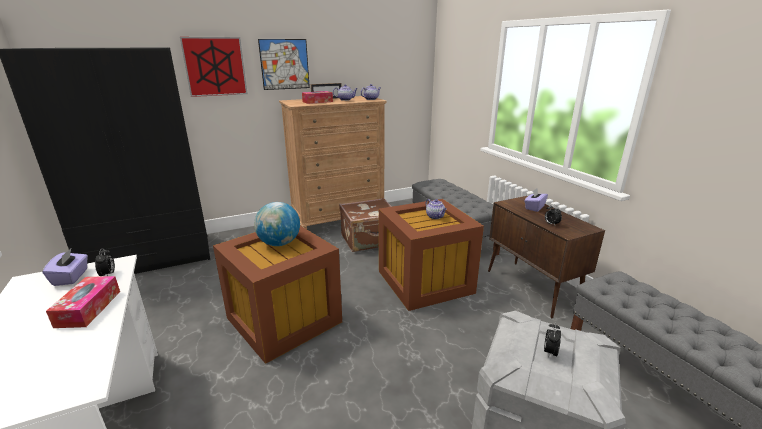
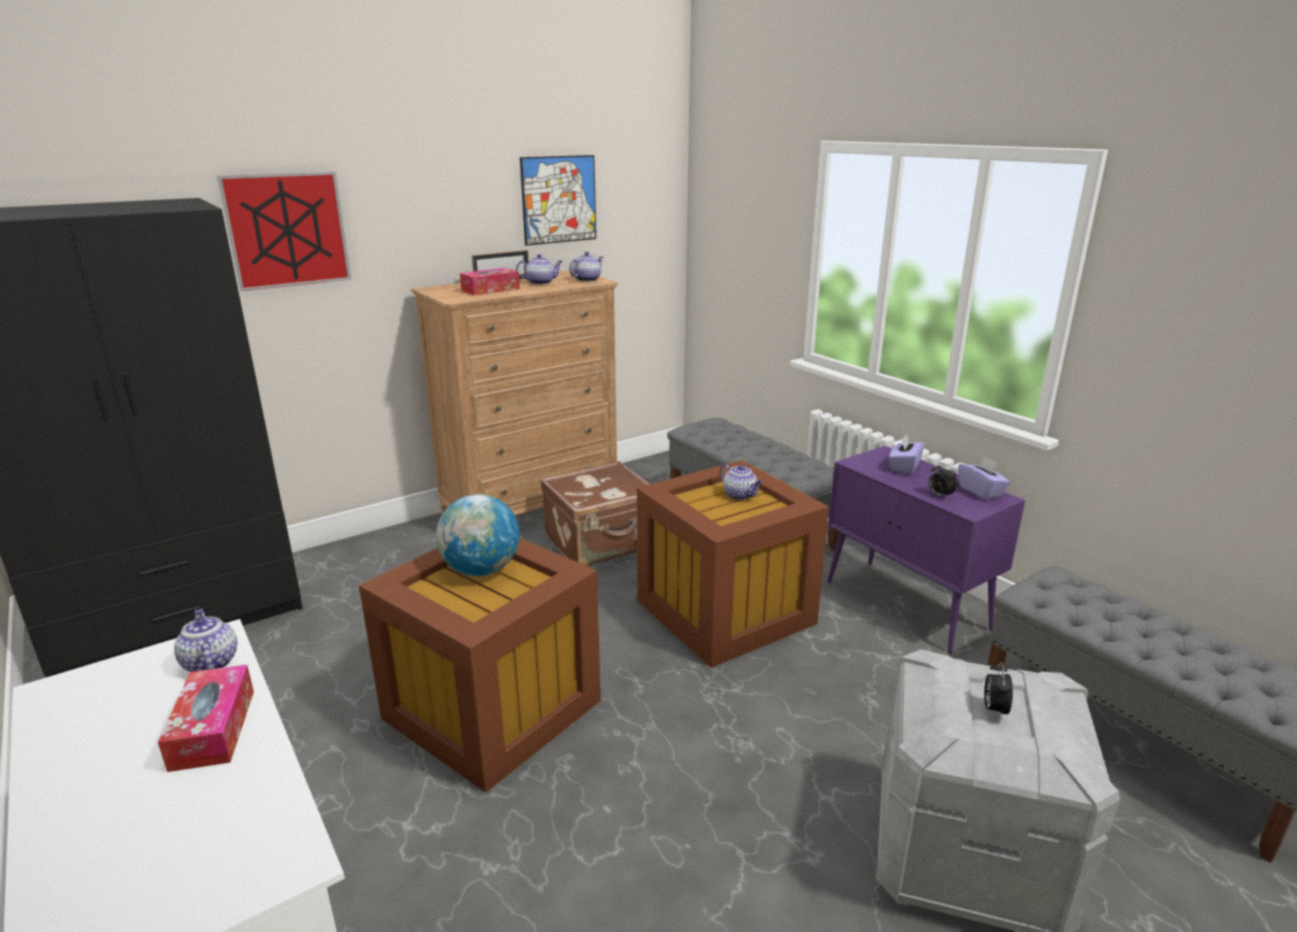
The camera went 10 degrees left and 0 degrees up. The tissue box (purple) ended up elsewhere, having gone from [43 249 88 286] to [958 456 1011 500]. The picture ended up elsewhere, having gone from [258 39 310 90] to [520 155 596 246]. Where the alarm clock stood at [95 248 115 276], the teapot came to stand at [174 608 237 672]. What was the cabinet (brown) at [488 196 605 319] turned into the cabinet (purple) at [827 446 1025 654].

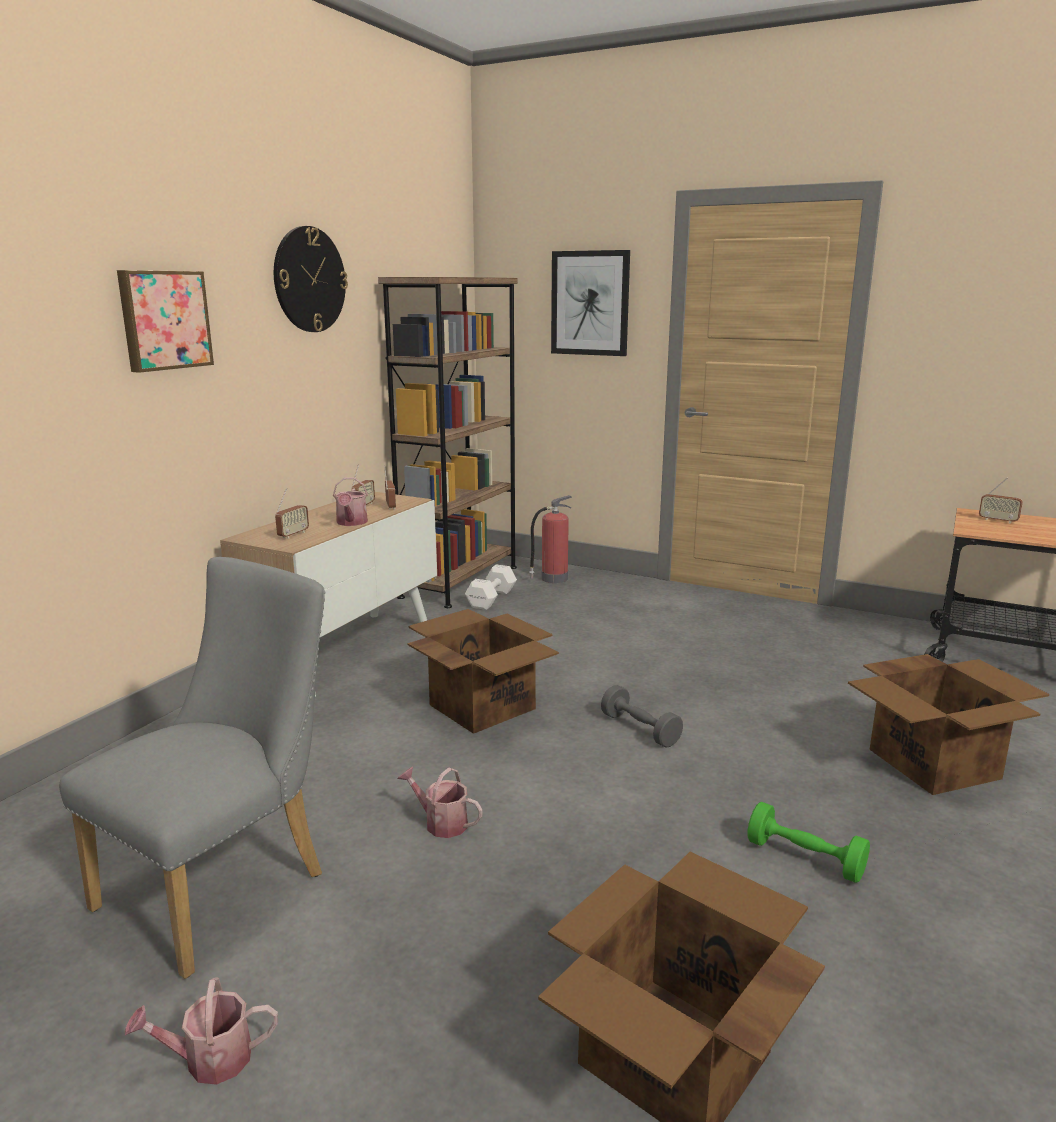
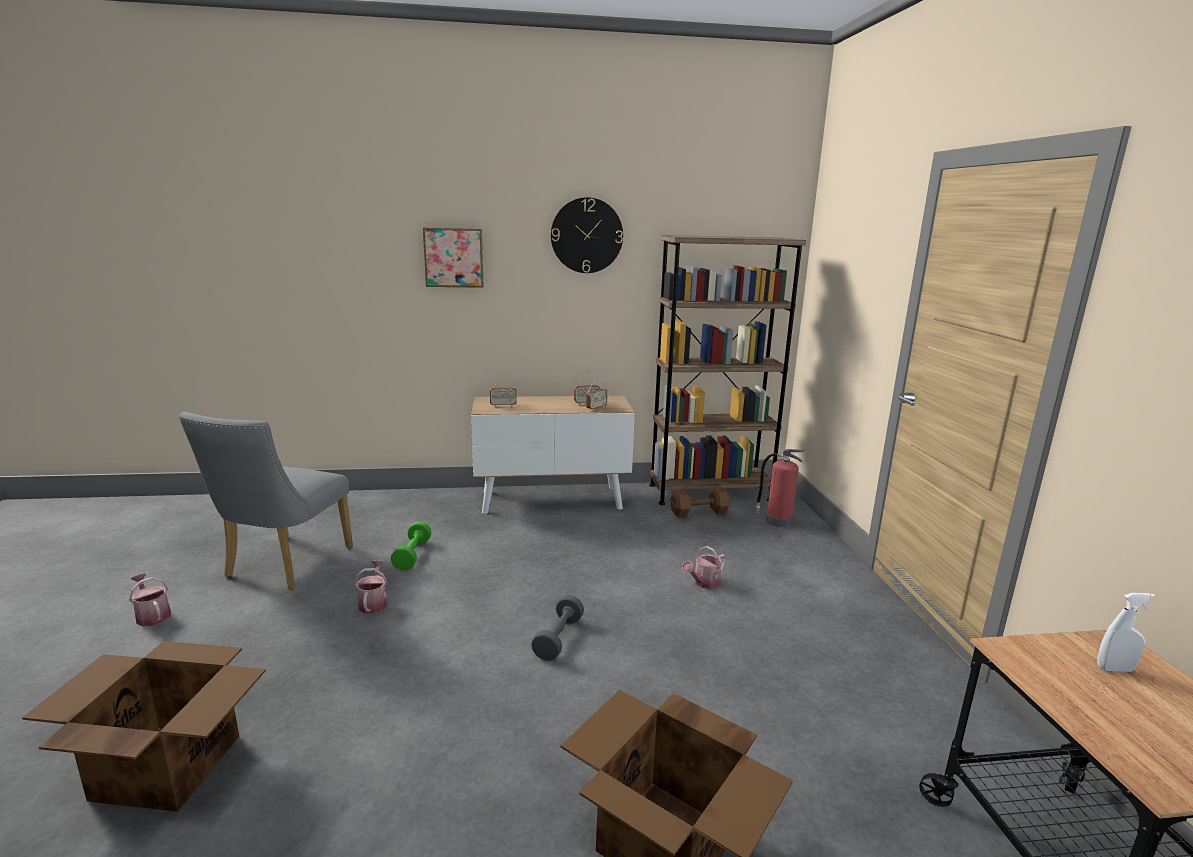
The camera went 55 degrees right and 0 degrees up. The second view lost the cardboard box at [407 609 559 734]. The second view lost the picture at [551 250 630 356]. The watering can ended up elsewhere, having gone from [333 477 368 526] to [682 546 726 589]. The dumbbell (green) ended up elsewhere, having gone from [747 802 870 883] to [391 521 432 570]. Where the radio stood at [979 478 1023 524], the spray bottle (white) came to stand at [1097 593 1155 672]. What was the dumbbell (white) at [465 565 517 610] turned into the dumbbell (brown) at [670 487 730 517]. The chair (grey) at [59 557 325 979] ended up facing another way, 105 degrees clockwise from before.

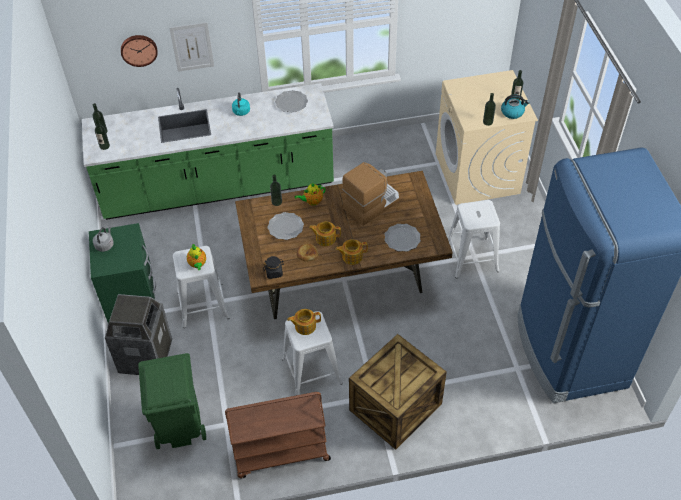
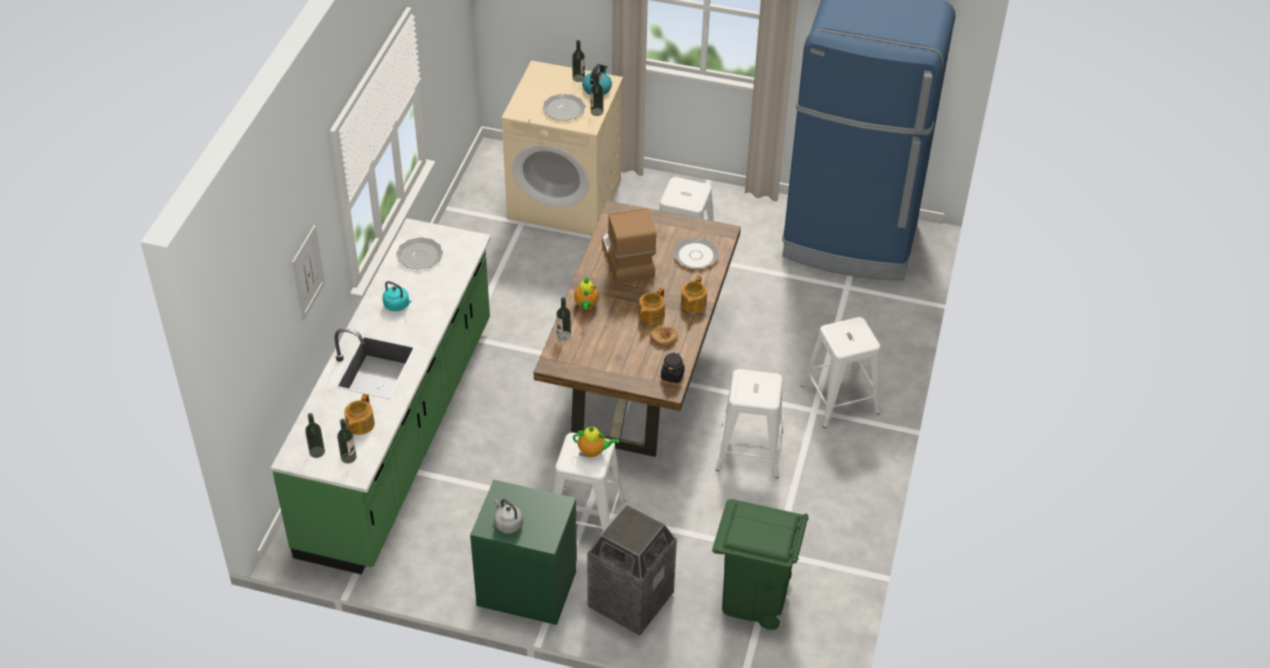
The camera went 65 degrees left and 5 degrees down. The second view lost the wall clock at [121 35 158 67]. The second view lost the cart (brown) at [225 392 331 478]. The plate ended up elsewhere, having gone from [268 212 304 240] to [542 94 585 121]. The teapot ended up elsewhere, having gone from [287 309 321 335] to [344 393 375 435]. Where the crate stood at [349 334 447 450], the stool (white) came to stand at [801 317 880 428].

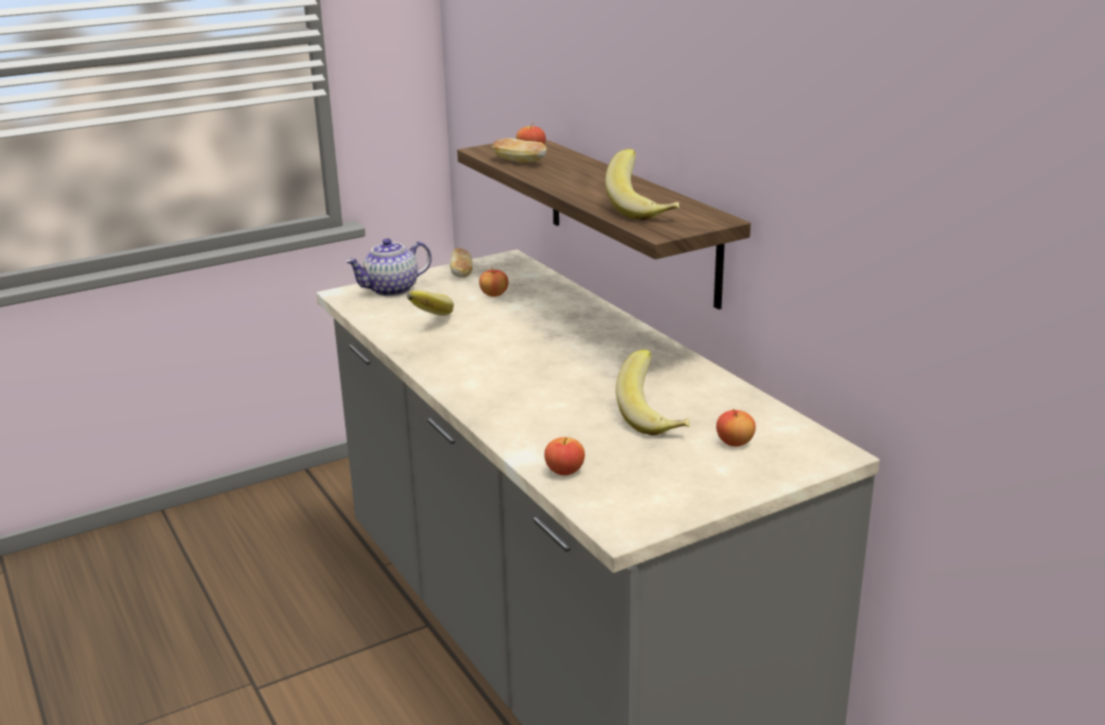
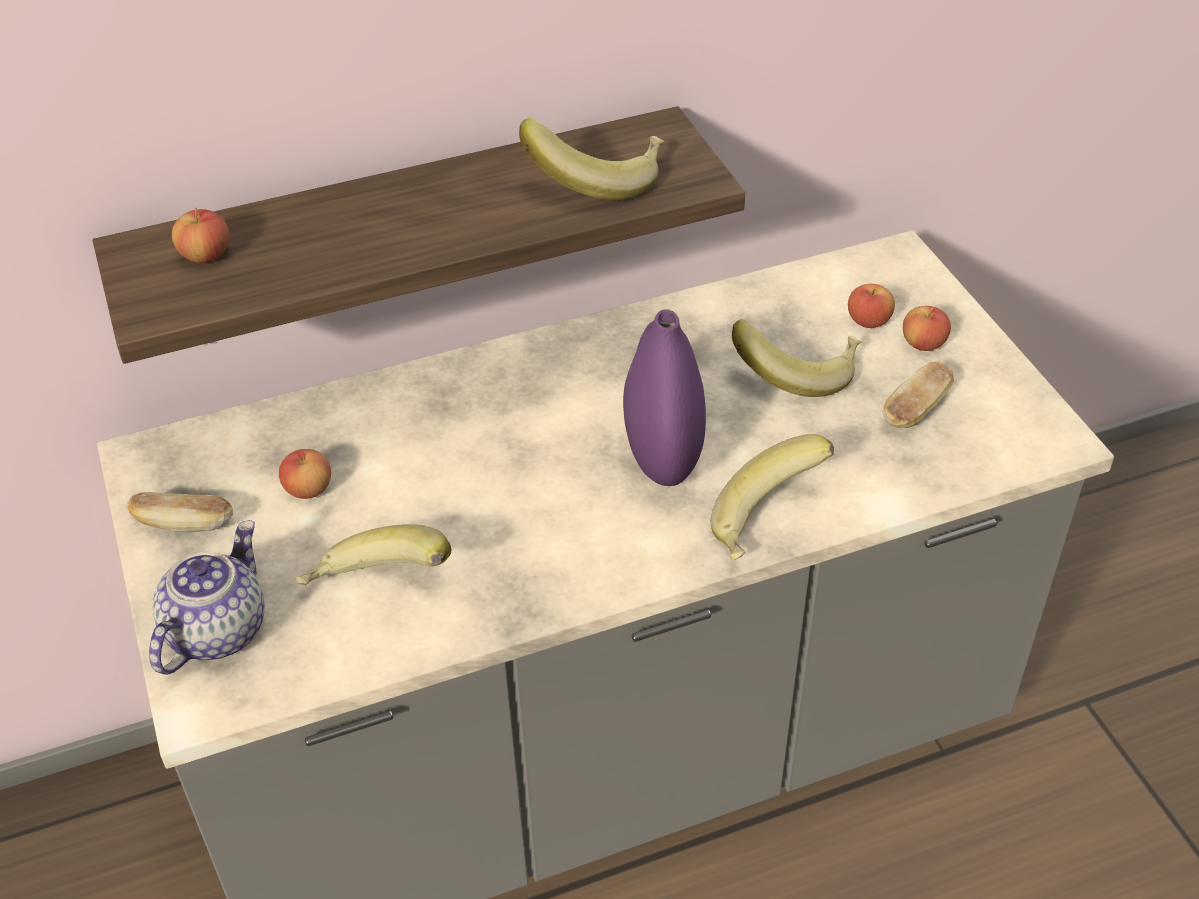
The camera went 80 degrees left and 20 degrees up. The second view gained the vase (purple) at [623 309 706 486]. The second view gained the banana at [711 434 834 560]. The bread ended up elsewhere, having gone from [492 138 546 163] to [882 362 954 428]. The apple ended up elsewhere, having gone from [544 437 585 475] to [903 306 951 351]. The teapot at [345 238 432 296] ended up facing another way, 135 degrees counterclockwise from before.

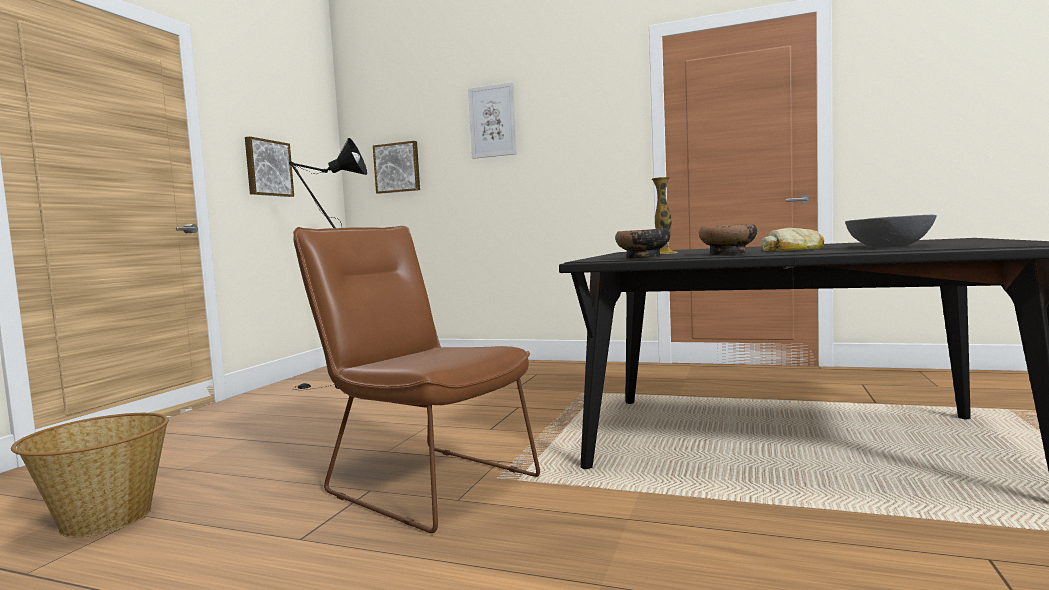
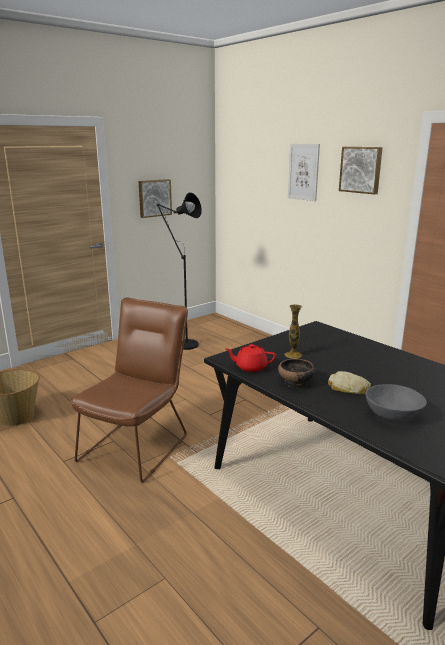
The camera went 30 degrees right and 15 degrees up. The picture ended up elsewhere, having gone from [373 141 420 194] to [339 147 383 194]. Where the bowl stood at [615 228 670 259], the teapot (red) came to stand at [225 344 276 372]. The chair (brown) at [293 226 540 533] ended up facing another way, 45 degrees clockwise from before.

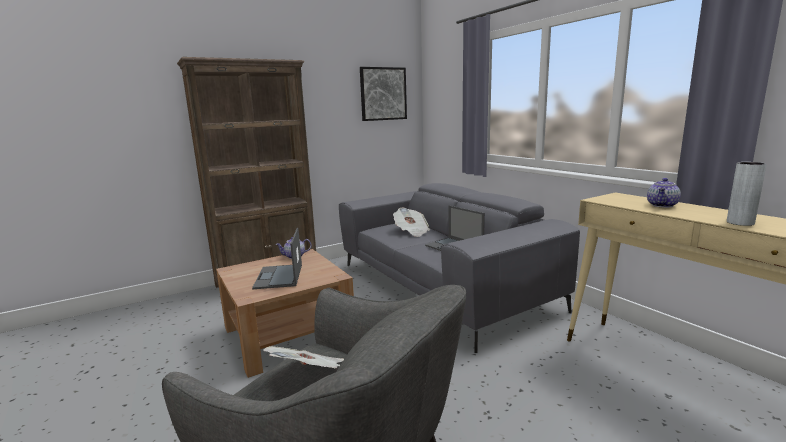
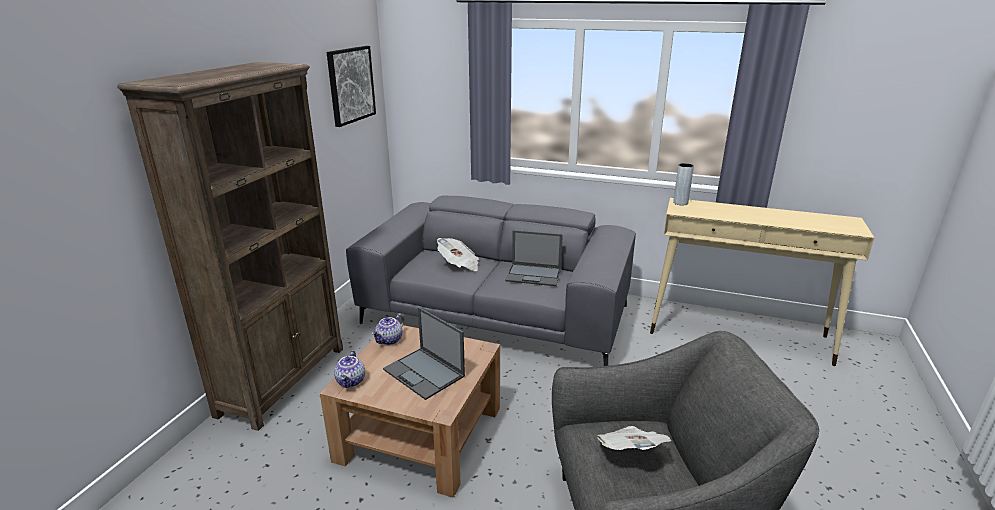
The camera went 40 degrees left and 10 degrees up. The teapot ended up elsewhere, having gone from [647 178 681 208] to [334 350 365 388]. The vase (grey) ended up elsewhere, having gone from [727 162 767 226] to [673 163 694 206].

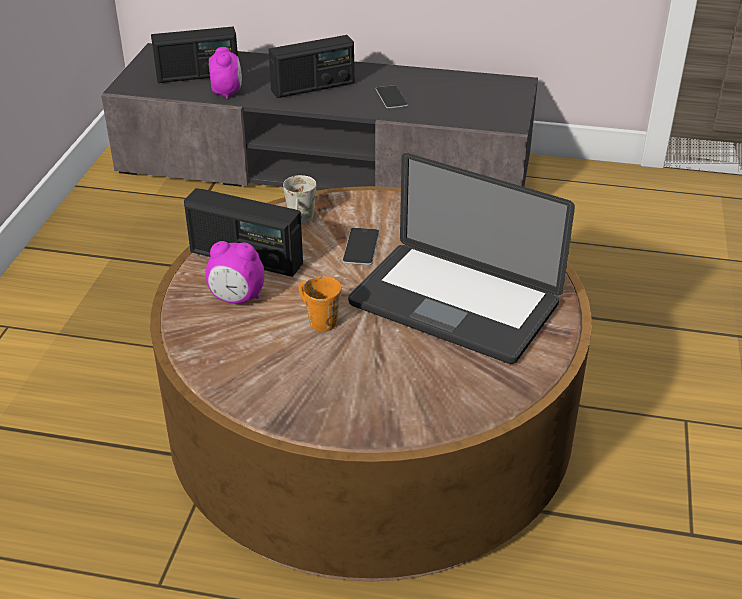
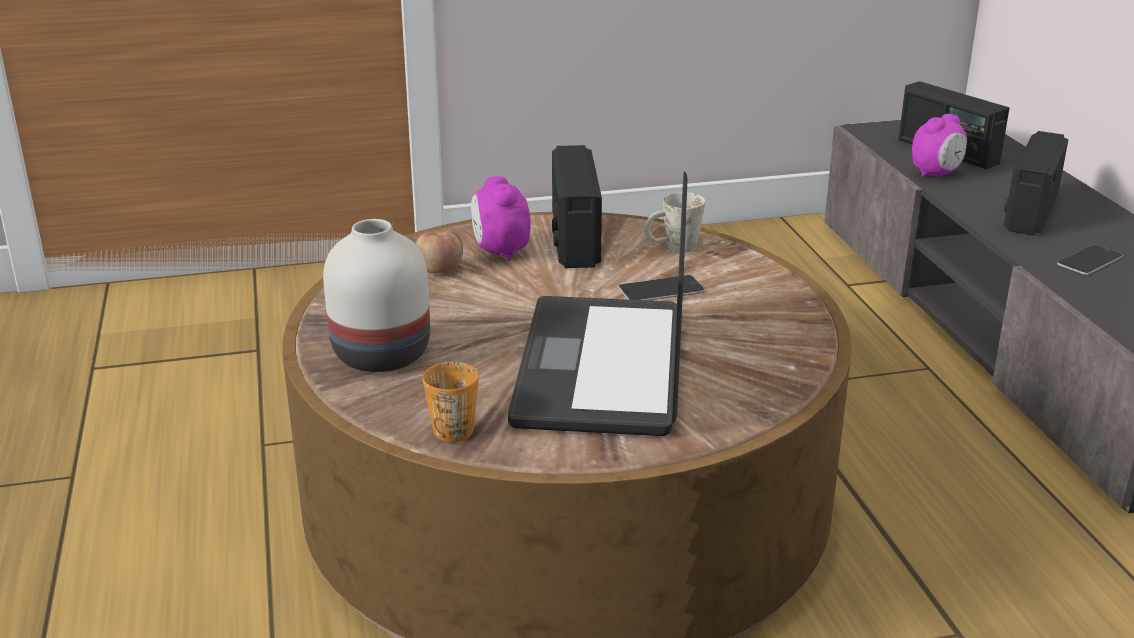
The camera went 65 degrees right and 10 degrees down. The second view gained the vase (white) at [323 219 430 372]. The second view gained the apple at [415 230 463 273]. The mug (orange) ended up elsewhere, having gone from [299 276 341 331] to [423 362 479 442]. The radio at [269 35 354 98] ended up facing another way, 75 degrees clockwise from before.

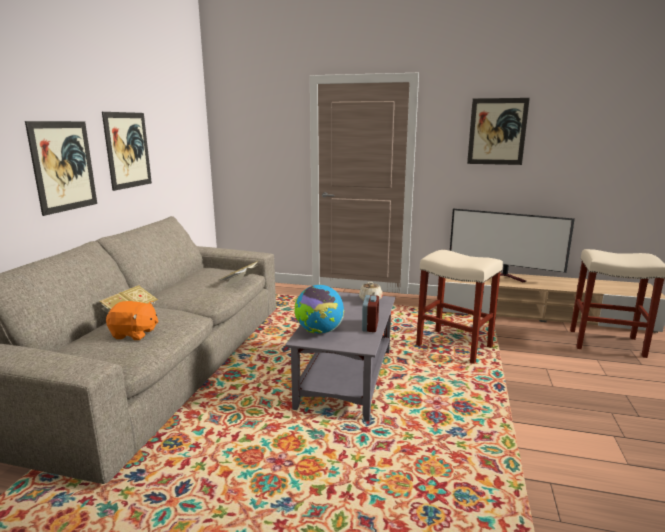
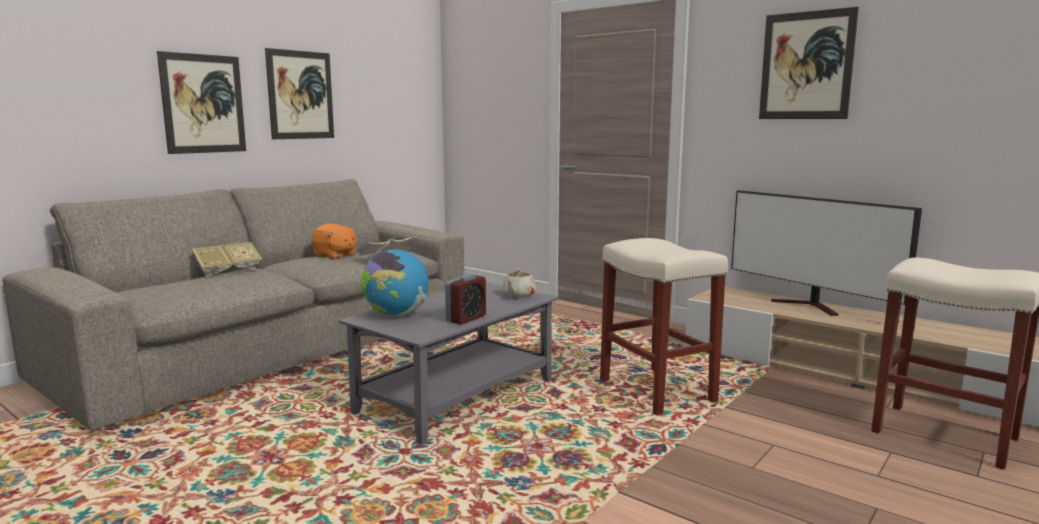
The camera went 25 degrees right and 5 degrees down. The plush toy (orange) ended up elsewhere, having gone from [106 301 158 340] to [311 224 356 259].

